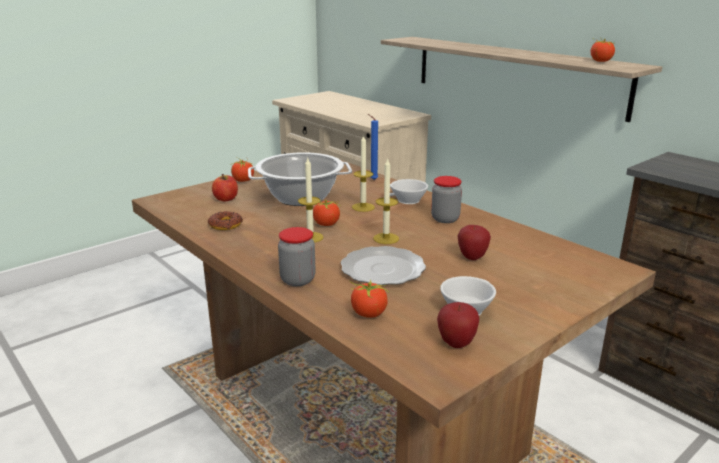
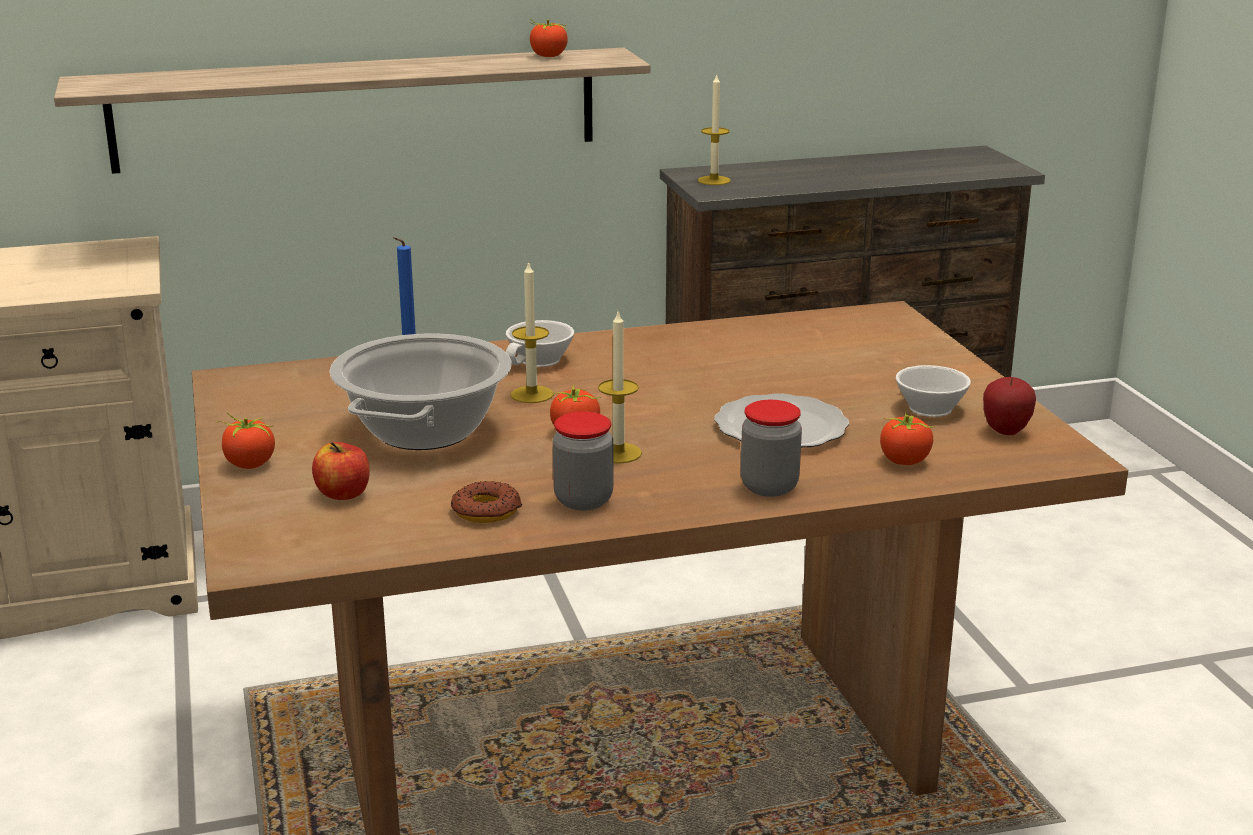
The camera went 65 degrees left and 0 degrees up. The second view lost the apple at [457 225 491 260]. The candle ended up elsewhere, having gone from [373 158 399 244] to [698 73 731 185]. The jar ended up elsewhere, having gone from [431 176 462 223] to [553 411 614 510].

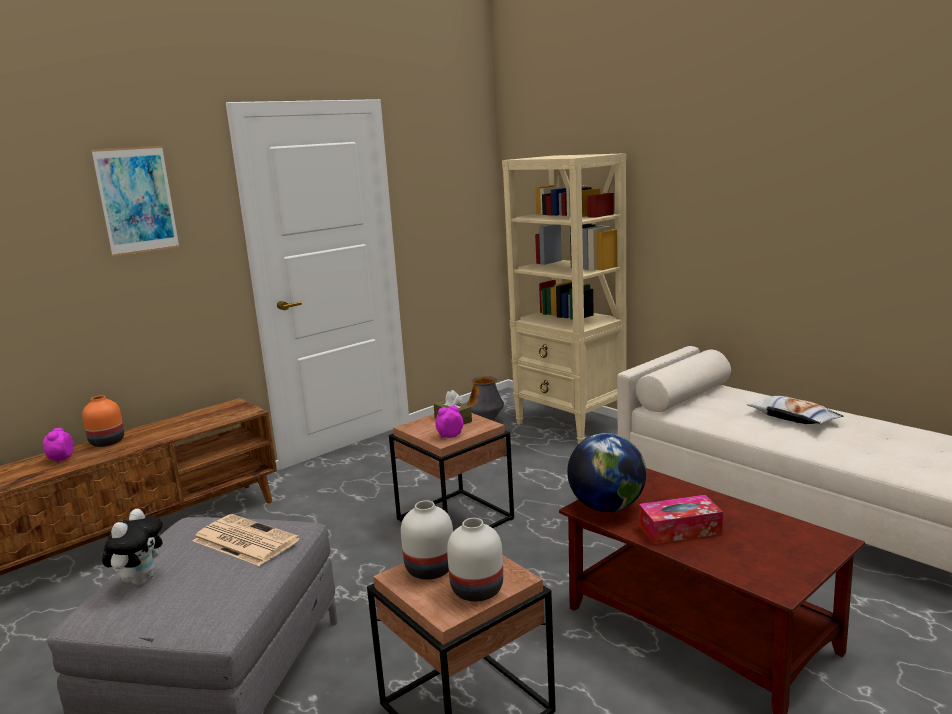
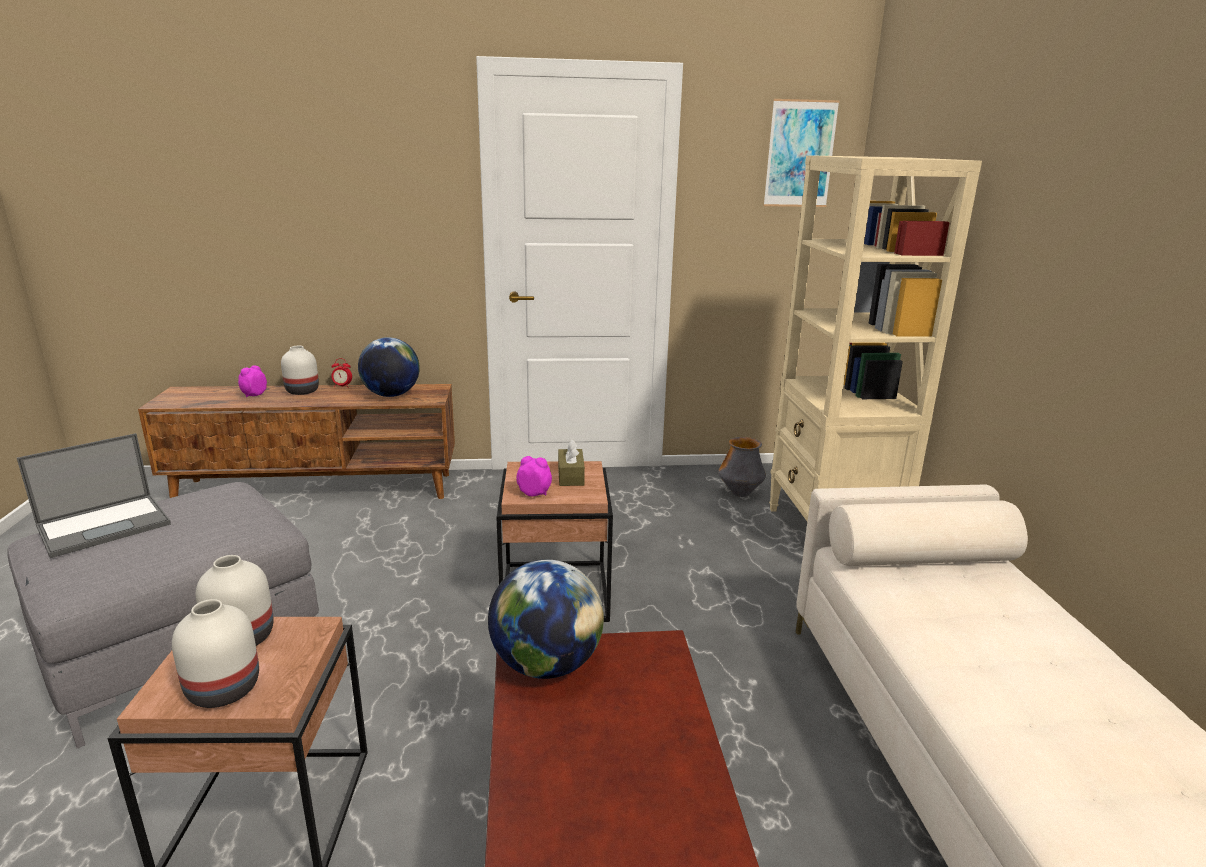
The camera went 35 degrees right and 5 degrees up. The second view lost the newspaper at [193 514 300 566]. The second view lost the tissue box at [639 495 723 544]. The second view lost the pillow at [747 396 843 424]. The second view gained the alarm clock at [331 358 352 388]. The second view gained the globe at [358 337 420 397]. The picture ended up elsewhere, having gone from [91 146 180 256] to [763 99 840 207]. Where the plush toy stood at [102 508 163 585], the laptop came to stand at [17 433 171 558]. What was the vase (orange) at [82 395 124 447] turned into the vase (white) at [281 346 319 395].

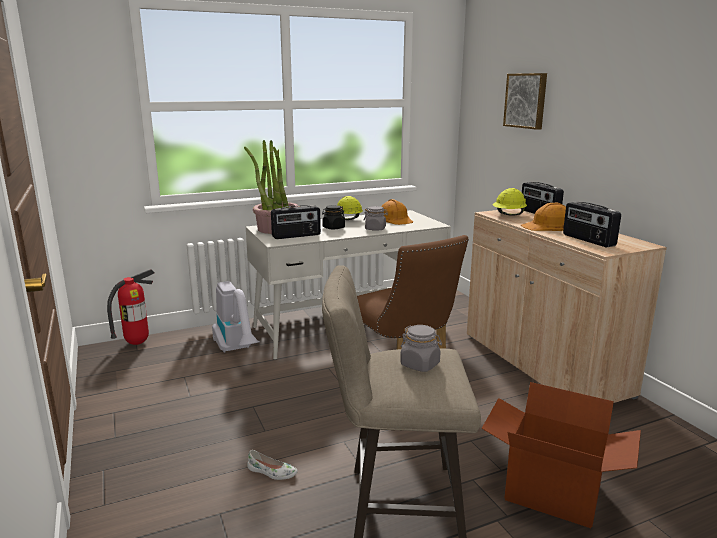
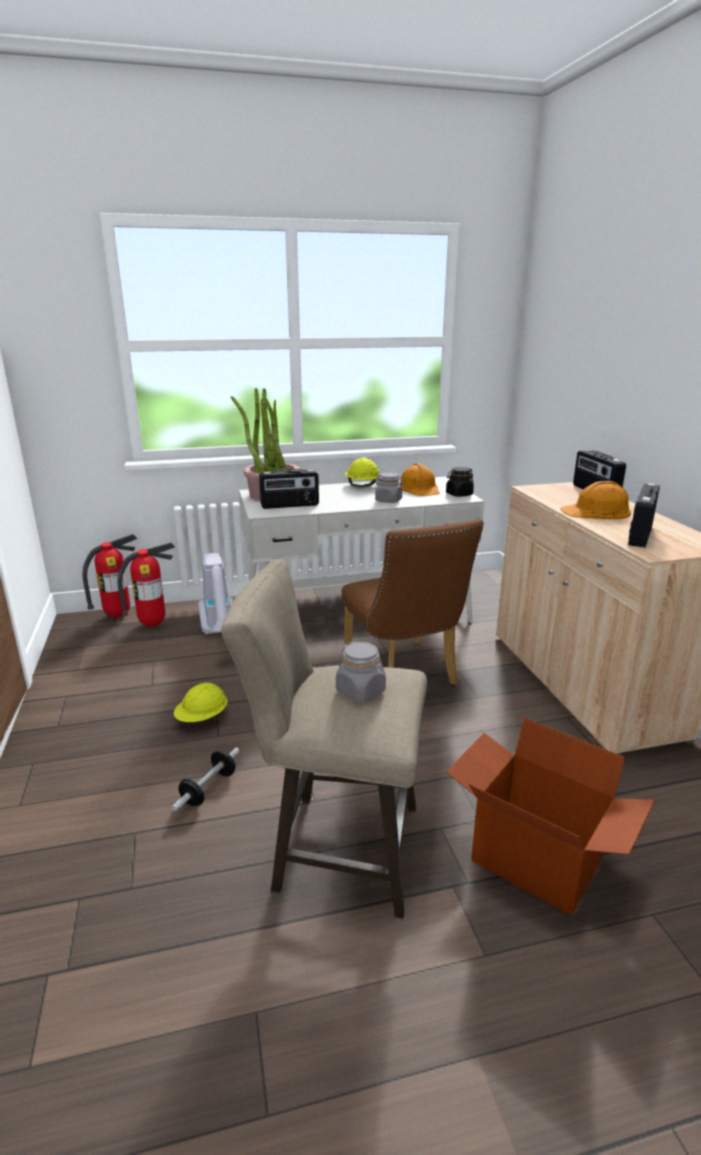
The camera went 10 degrees right and 5 degrees up. The second view lost the picture at [503 73 547 130]. The second view gained the fire extinguisher at [118 542 175 626]. The jar (black) ended up elsewhere, having gone from [322 205 345 230] to [446 467 474 497]. The hard hat (yellow) ended up elsewhere, having gone from [493 188 527 215] to [174 682 228 722]. Where the shoe (white) stood at [247 450 298 480], the dumbbell came to stand at [172 748 240 811]. The radio at [563 202 621 247] ended up facing another way, 45 degrees clockwise from before.

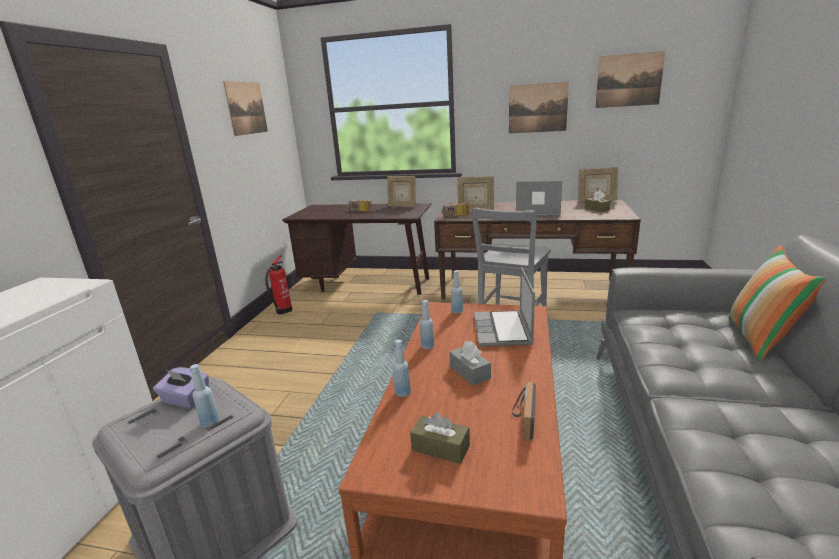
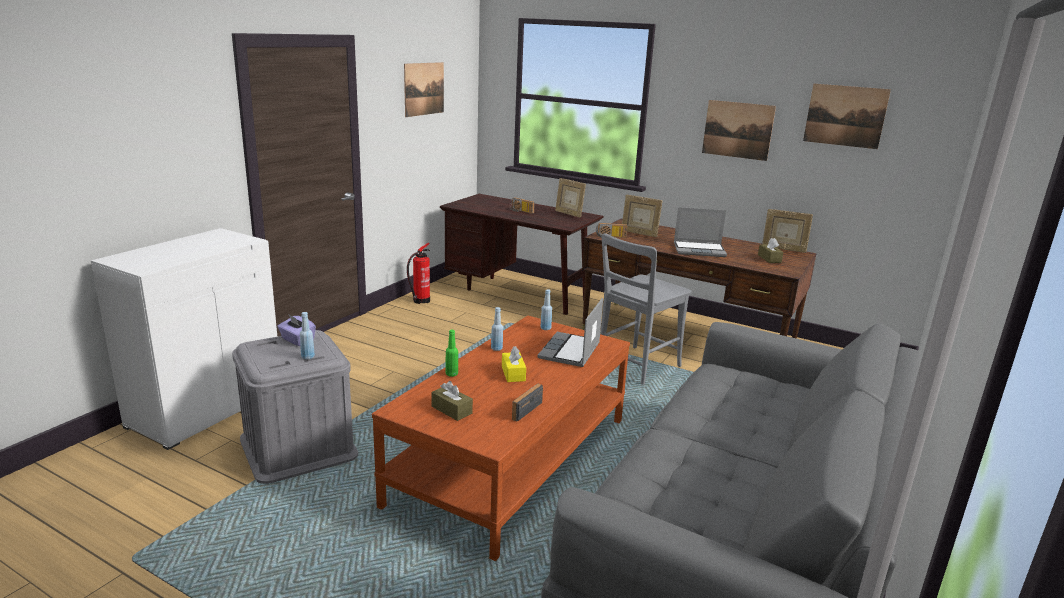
The camera went 15 degrees right and 0 degrees up. The second view lost the pillow at [728 245 826 362]. What was the bottle (blue) at [393 340 411 397] turned into the bottle (green) at [445 330 458 377]. What was the tissue box (grey) at [449 341 491 386] turned into the tissue box (yellow) at [502 346 526 382]. The laptop at [516 181 562 217] ended up facing another way, 150 degrees clockwise from before.

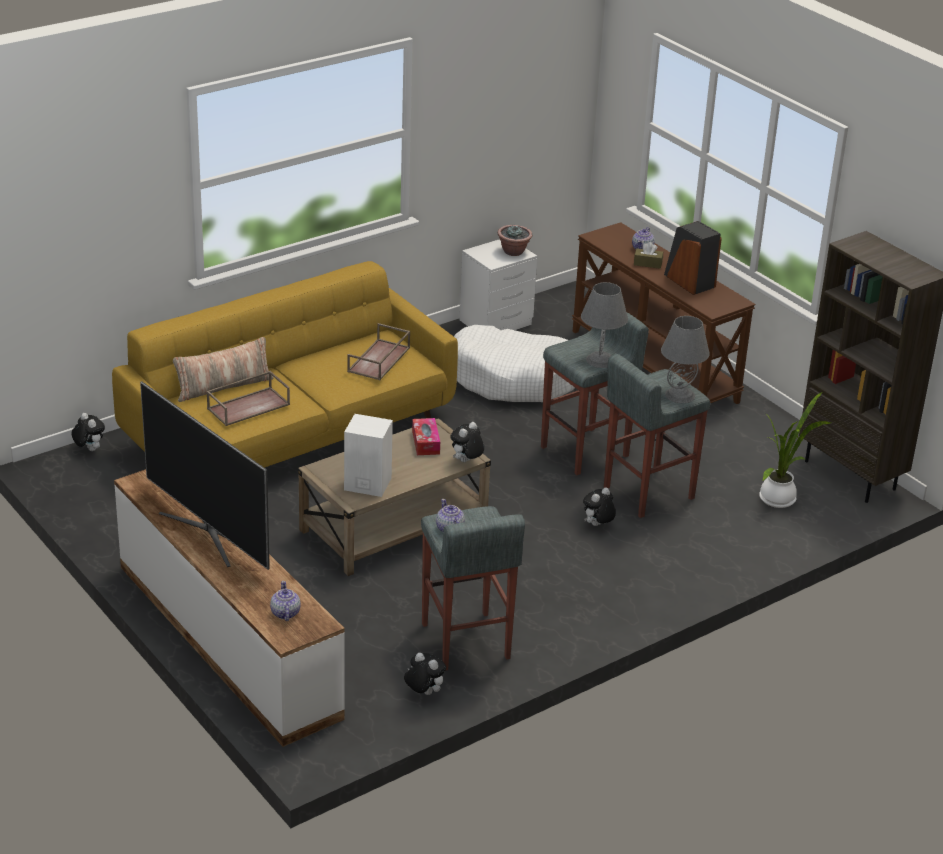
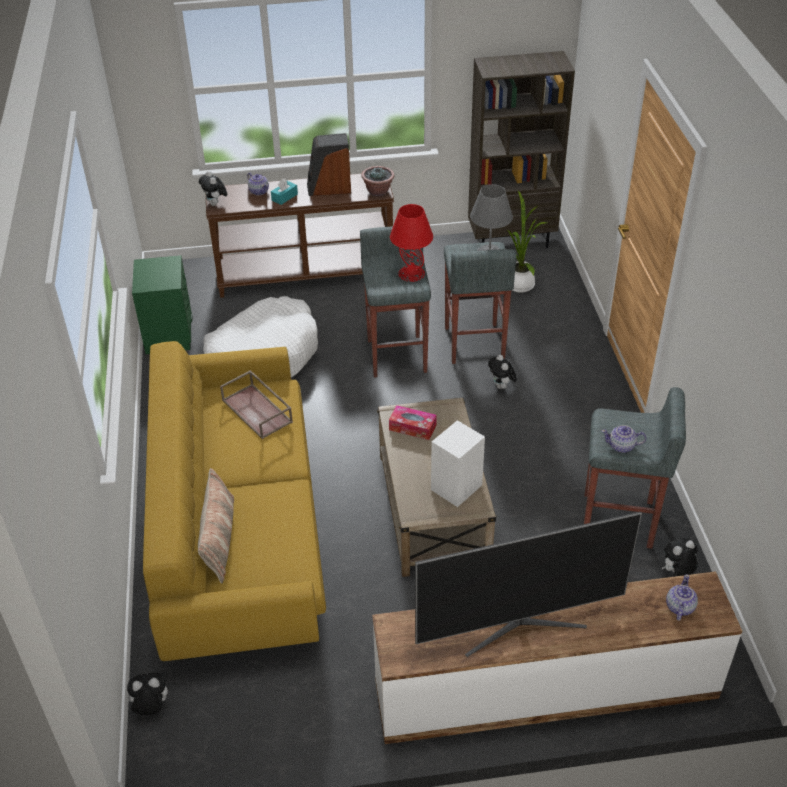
The camera went 60 degrees left and 10 degrees up. The second view lost the tray (brown) at [206 371 290 426]. The plush toy ended up elsewhere, having gone from [450 422 484 462] to [199 171 227 206]. The potted plant ended up elsewhere, having gone from [498 225 532 256] to [361 166 394 196]. What was the nightstand (white) at [460 239 537 330] turned into the nightstand (green) at [132 255 193 354]. What was the table lamp (grey) at [581 282 628 368] turned into the table lamp (red) at [390 204 433 282]. What was the tissue box (brown) at [634 242 663 269] turned into the tissue box (turquoise) at [271 179 298 205]. The teapot at [270 581 301 621] ended up facing another way, 90 degrees clockwise from before.

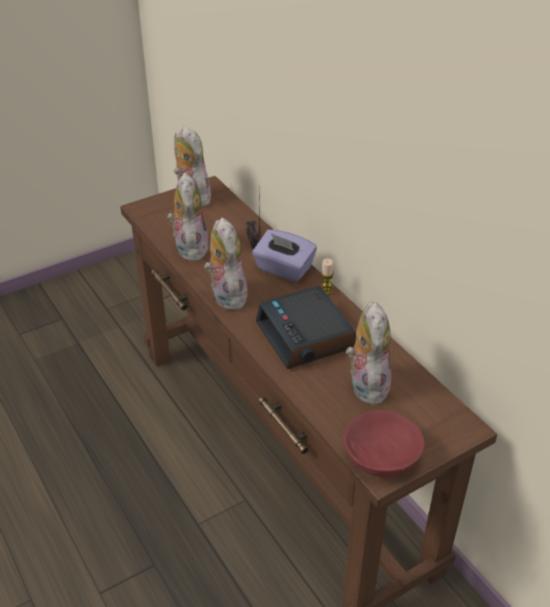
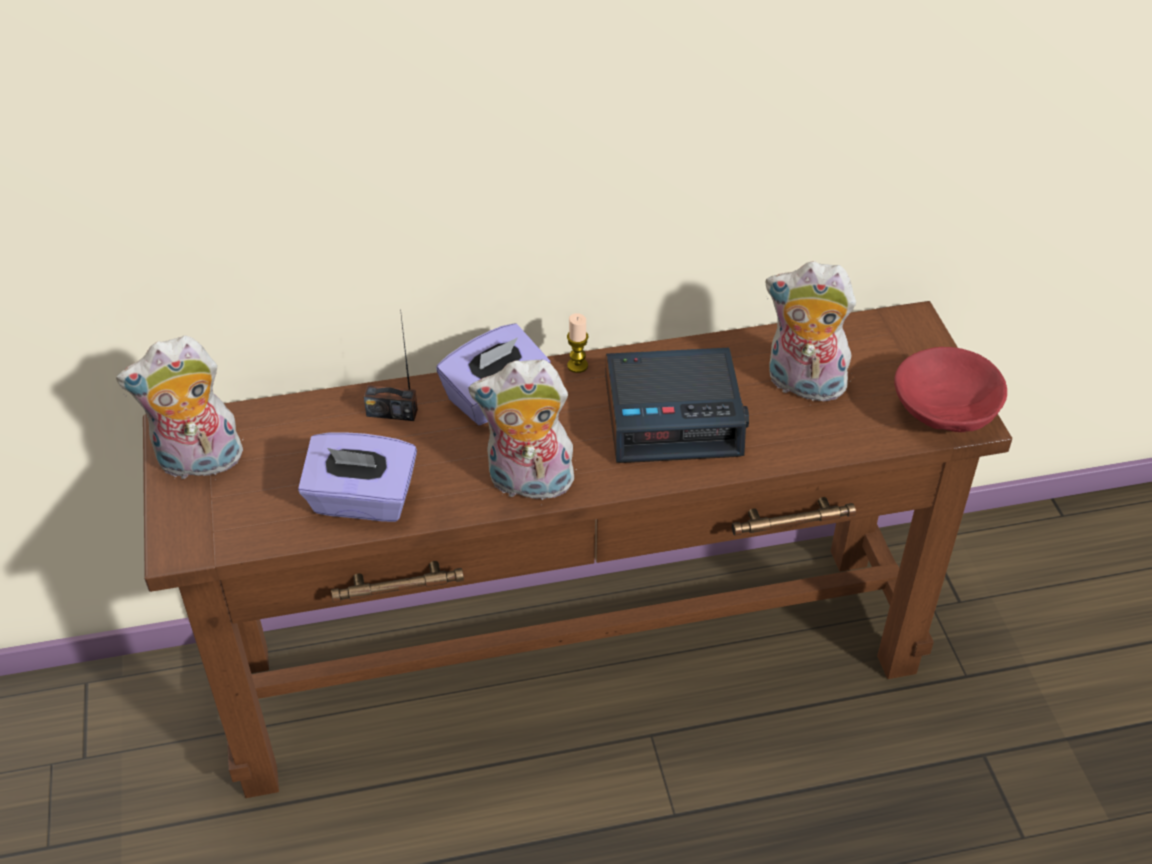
The camera went 70 degrees left and 5 degrees up. Where the plush toy stood at [167 172 209 261], the tissue box (purple) came to stand at [298 432 417 522].

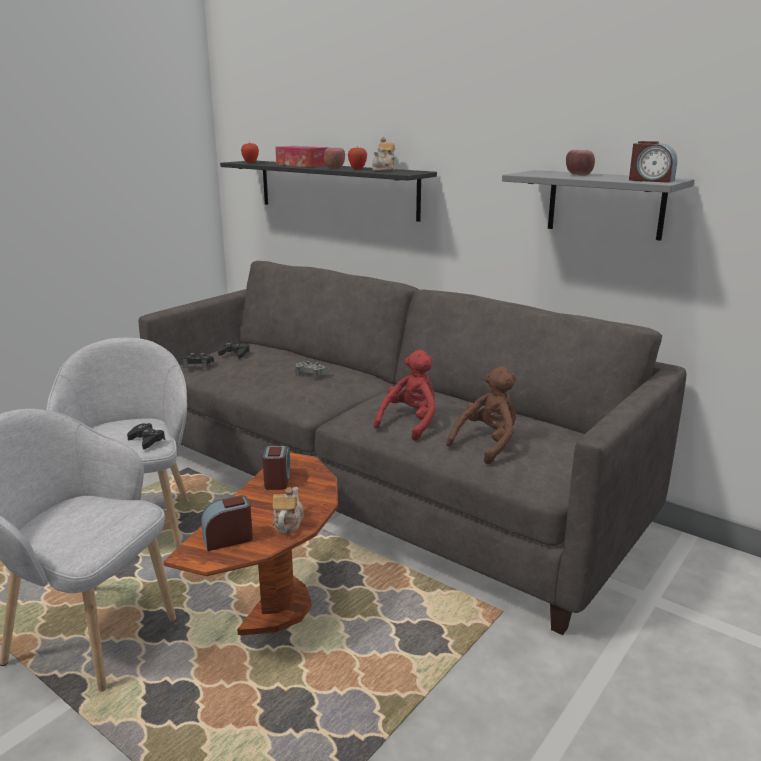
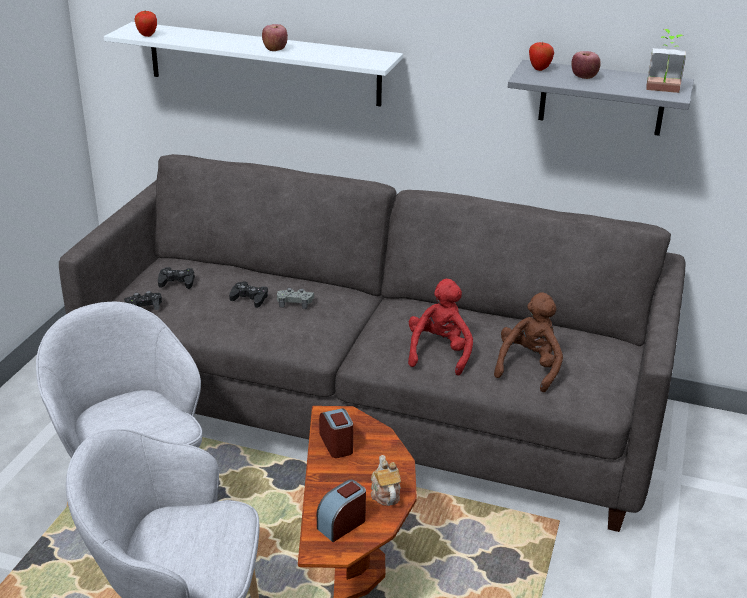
The camera went 20 degrees left and 10 degrees up. The second view lost the tissue box at [275 146 328 167]. The second view lost the teapot at [372 137 395 171]. The game controller (black) ended up elsewhere, having gone from [127 423 165 449] to [229 281 268 308]. The apple ended up elsewhere, having gone from [348 146 367 170] to [529 42 554 71]. Where the alarm clock stood at [629 141 677 183], the potted plant came to stand at [647 29 686 93]. What was the shelf (black) at [220 161 437 222] turned into the shelf (white) at [104 22 403 106].

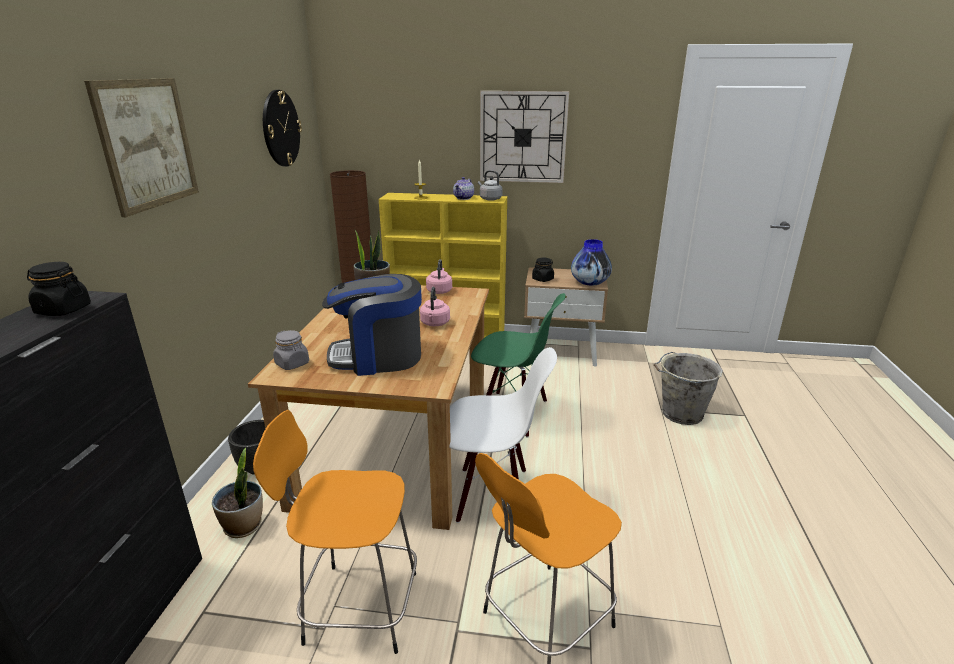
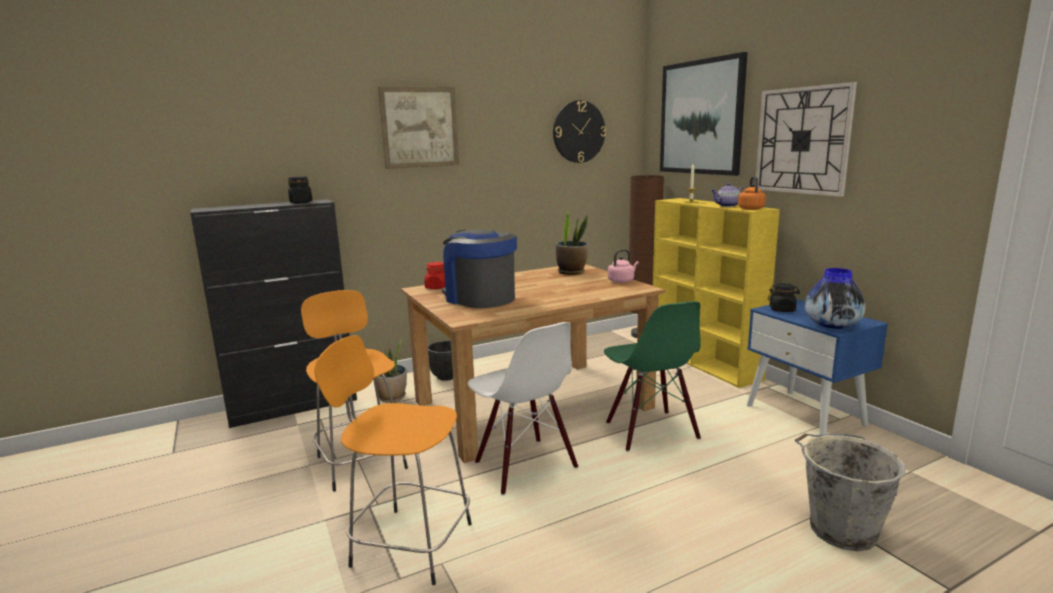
The camera went 55 degrees right and 10 degrees down. The second view lost the kettle (pink) at [420 287 450 326]. The second view gained the picture at [660 52 748 176]. What was the jar (grey) at [273 330 309 370] turned into the jar (red) at [424 262 445 289]. What was the kettle (grey) at [478 170 502 201] turned into the kettle (orange) at [738 176 766 210]. What was the nightstand (beige) at [524 267 608 367] turned into the nightstand (blue) at [747 299 888 435].

